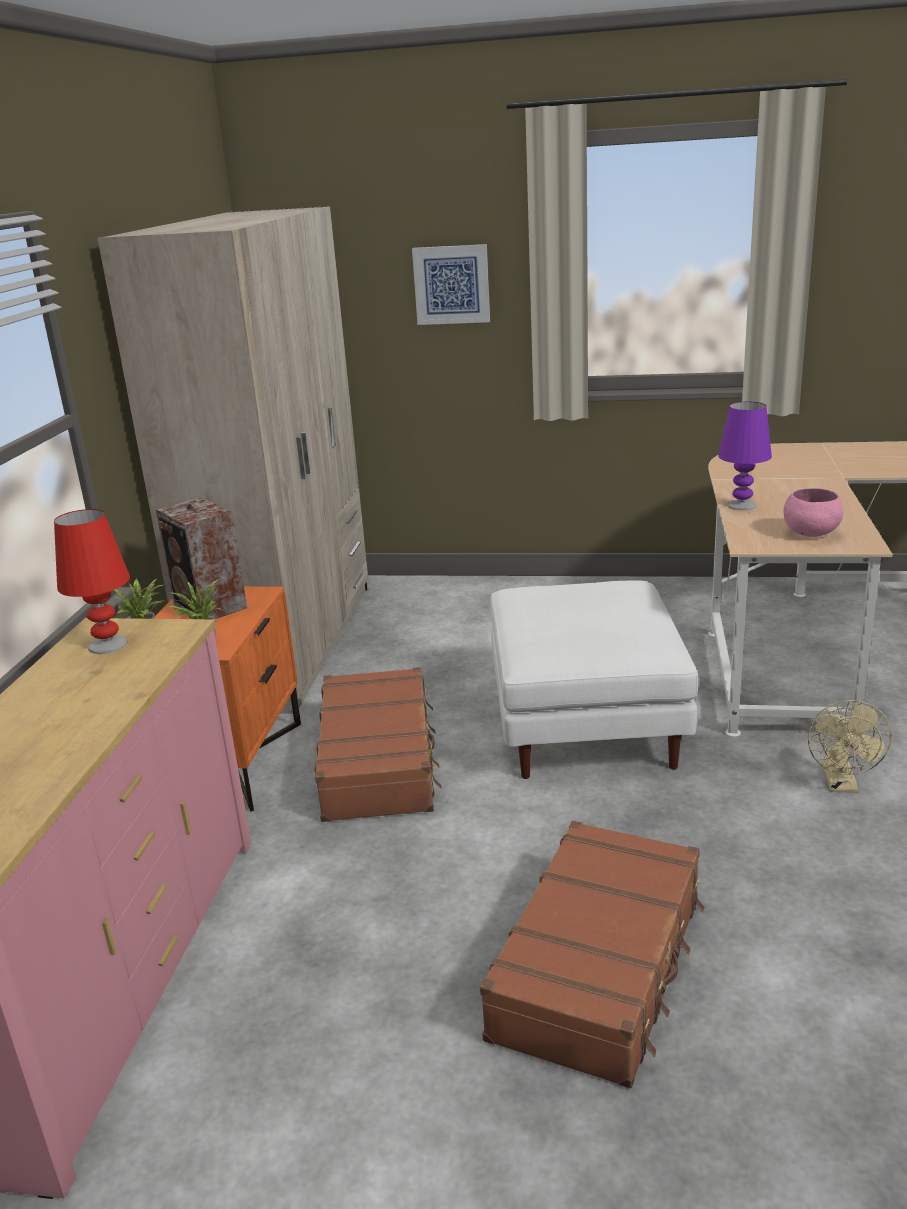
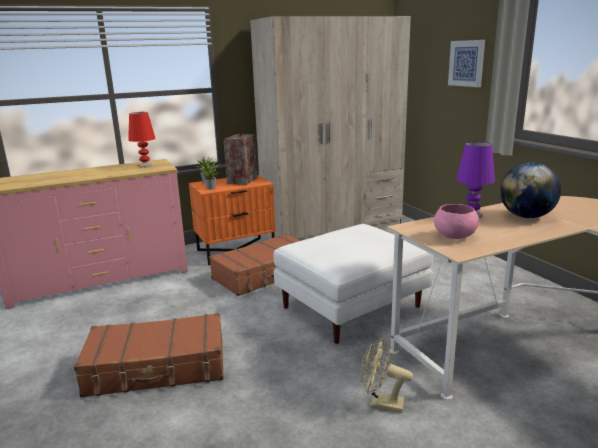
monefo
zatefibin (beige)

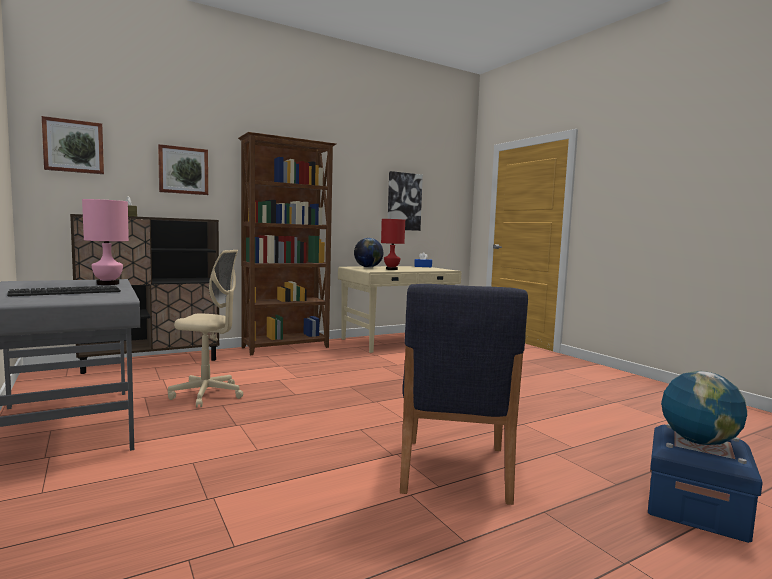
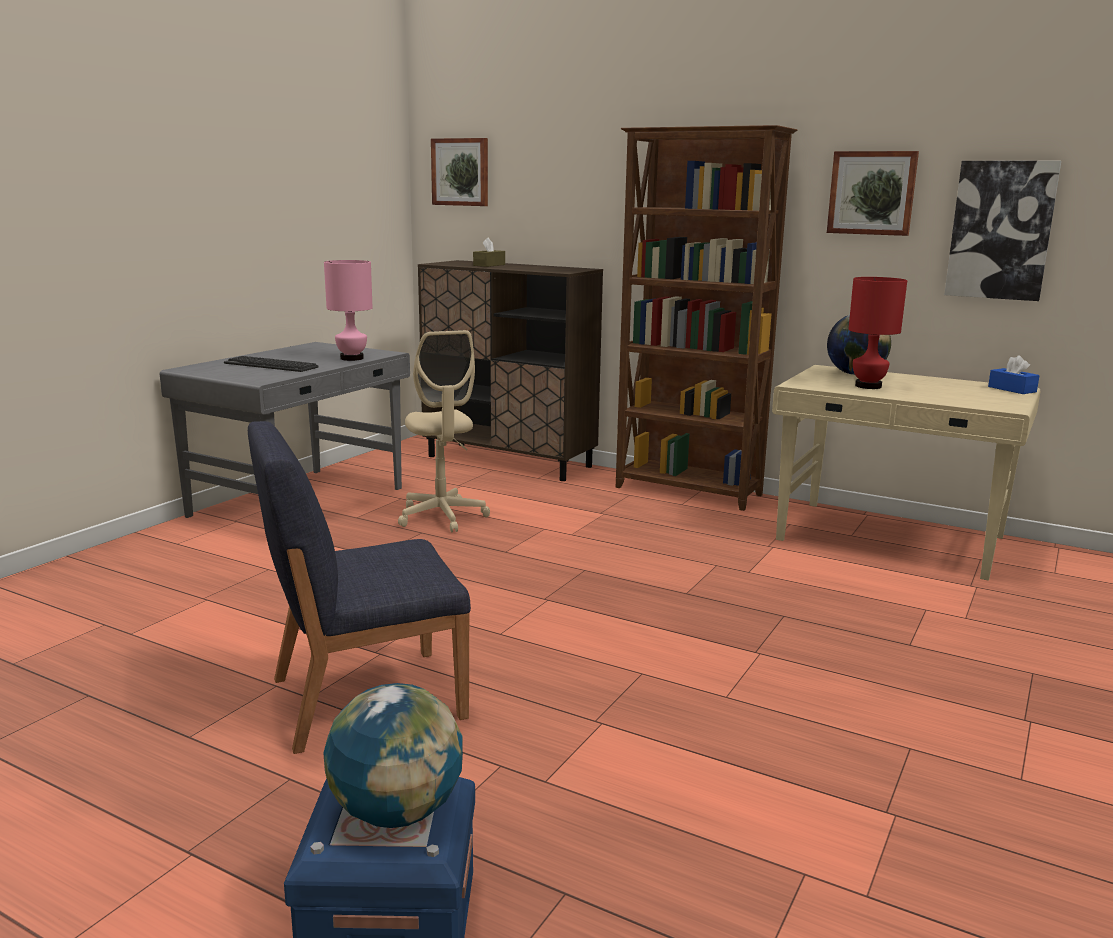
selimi (2nd from left)

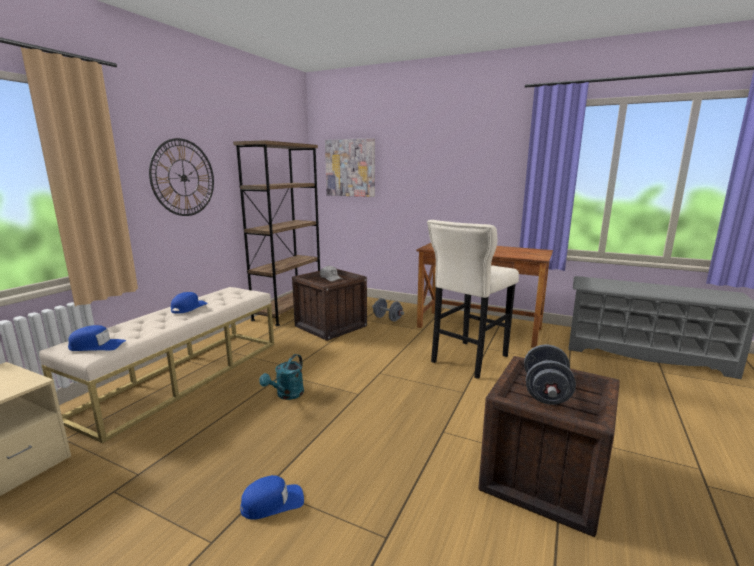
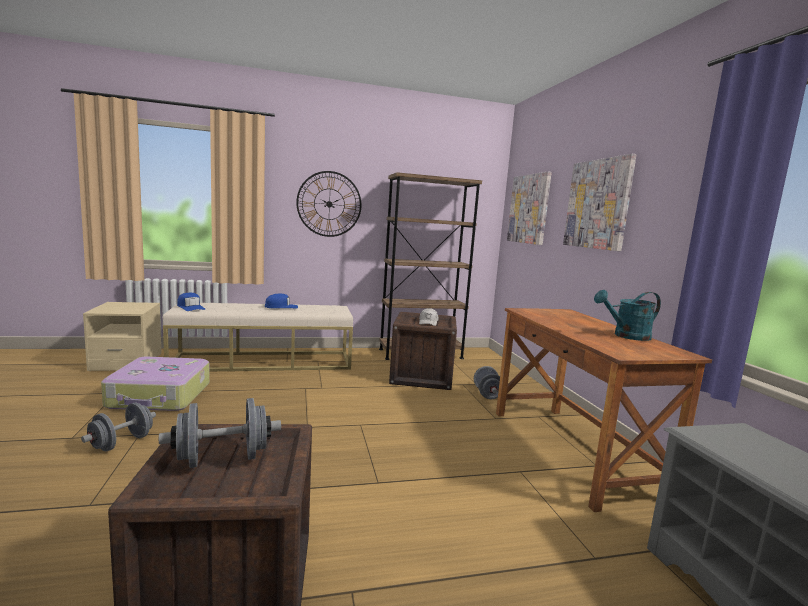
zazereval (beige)
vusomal
selimi (2nd from left)
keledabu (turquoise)
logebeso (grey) (1st from left)

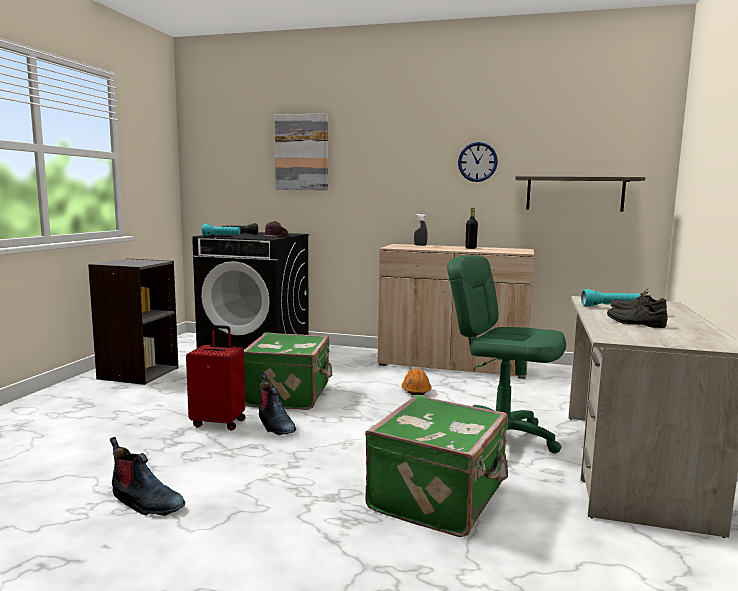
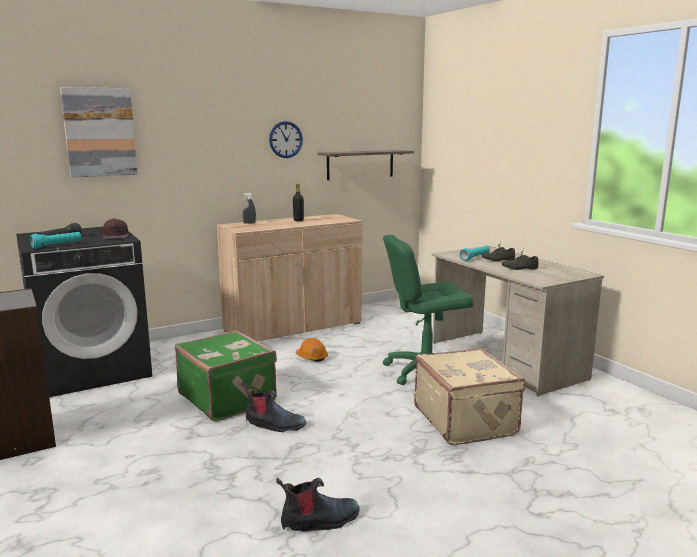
vusomal (red)
vusomal (beige)

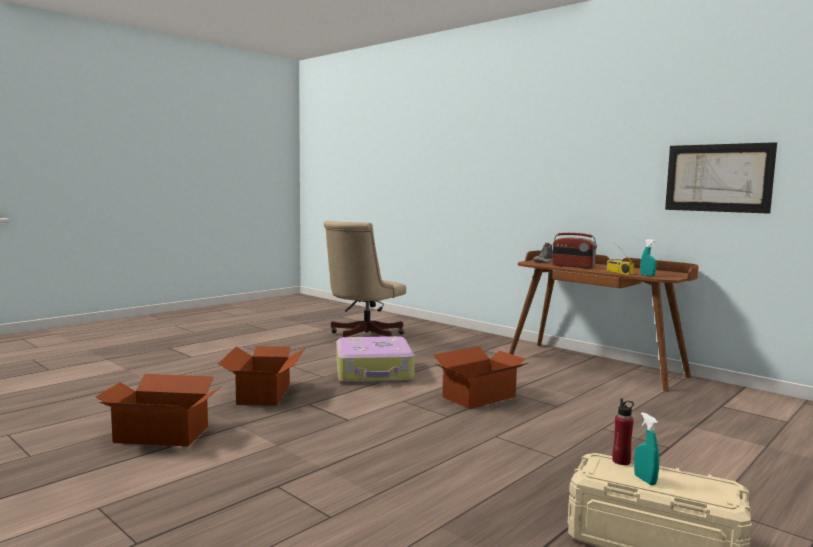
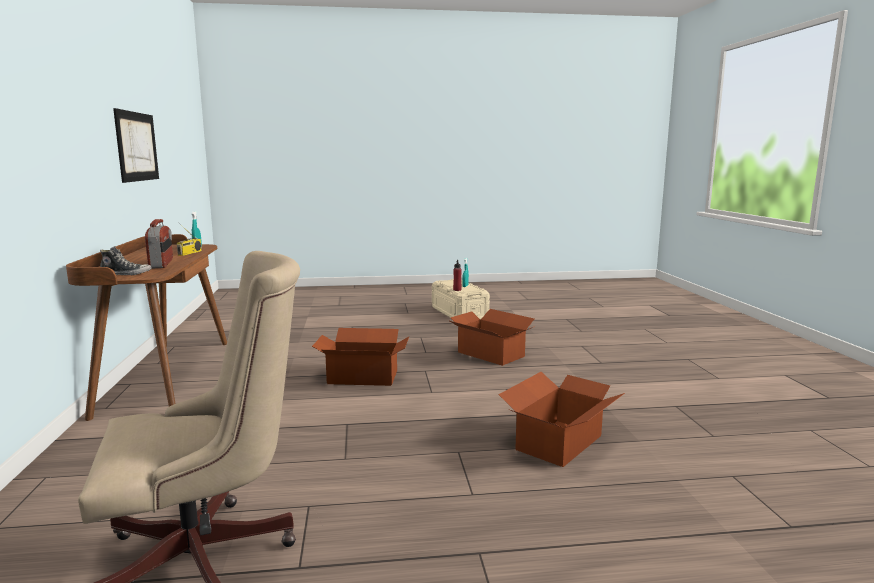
vusomal
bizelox (2nd from left)

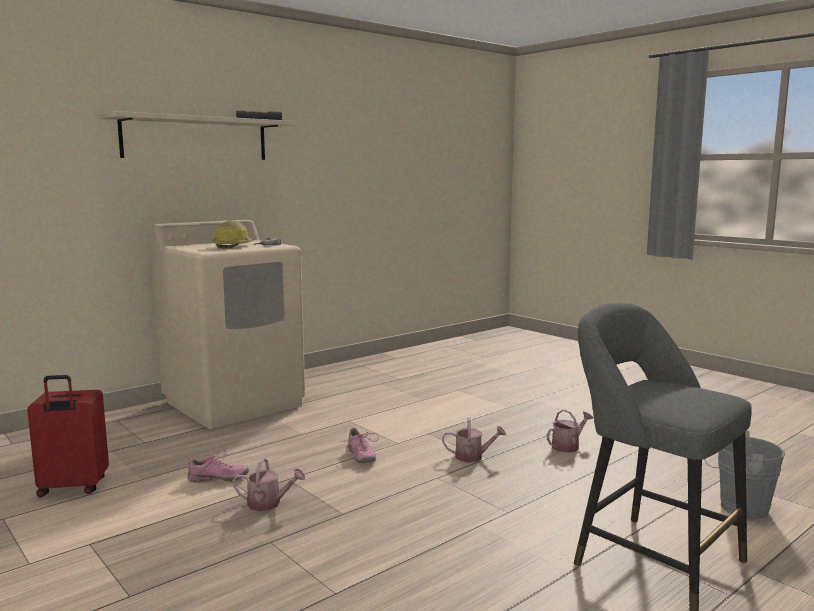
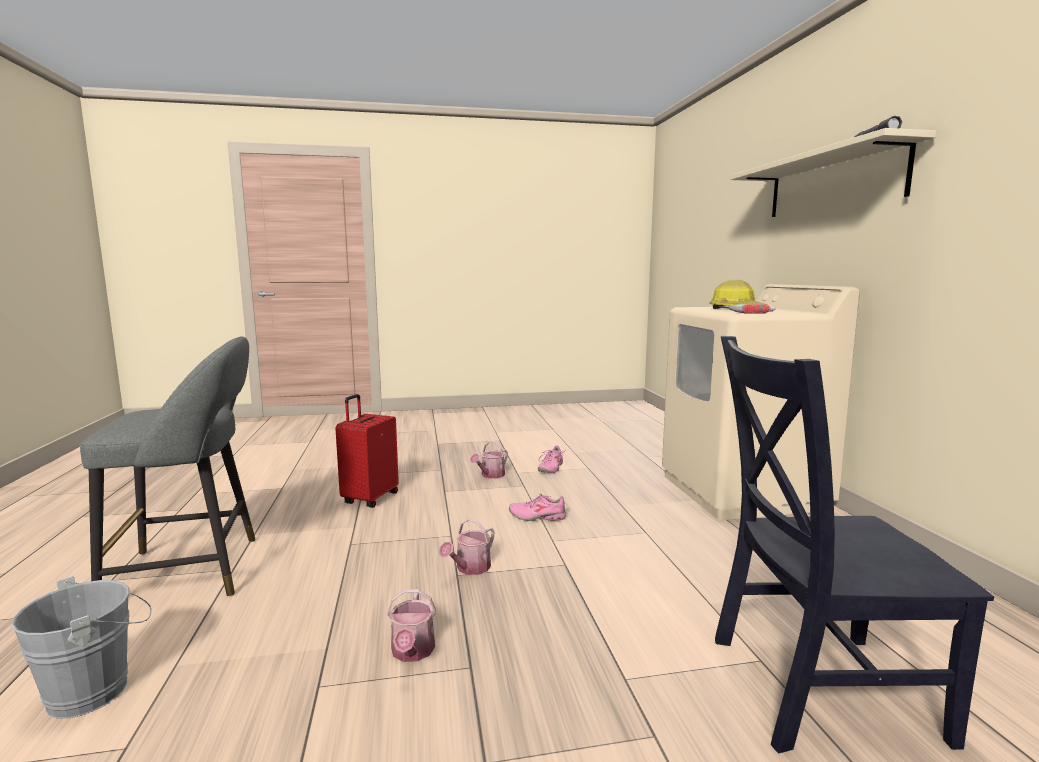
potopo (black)
vusomal (red)

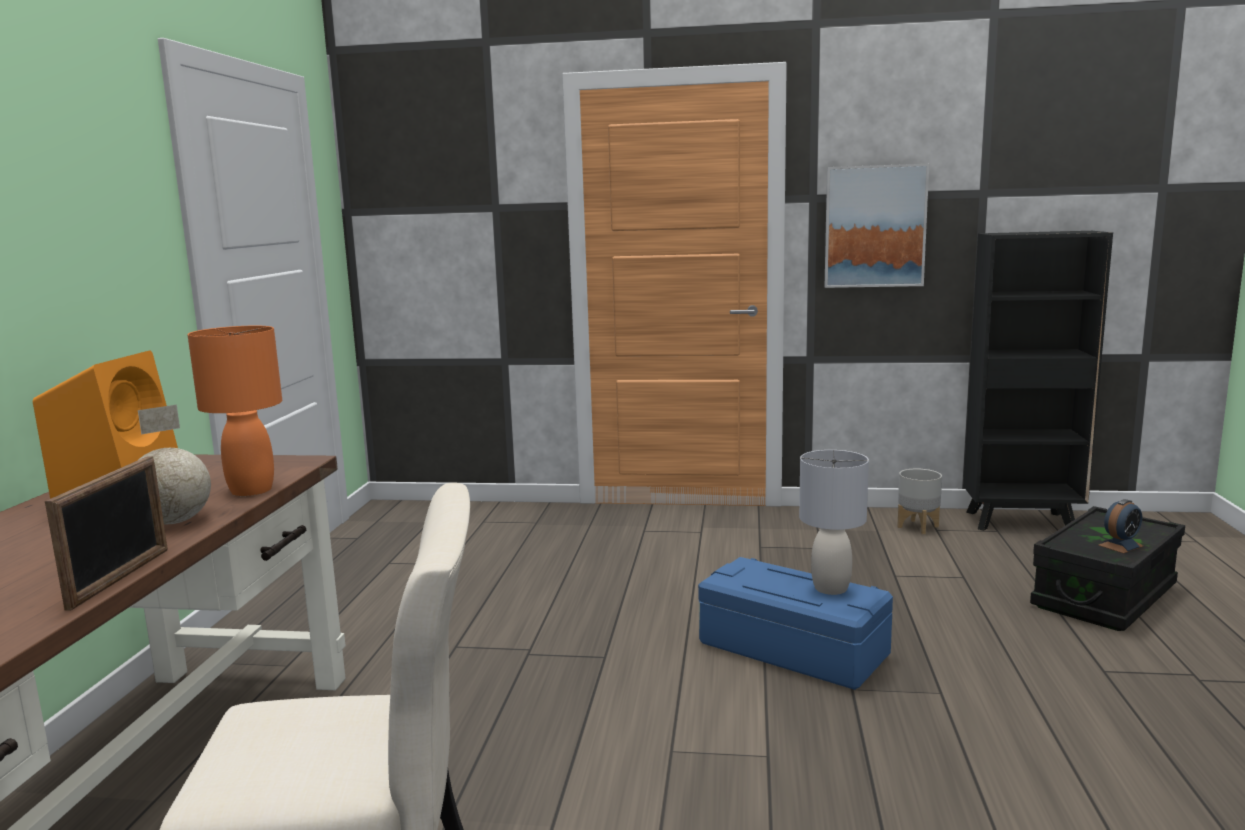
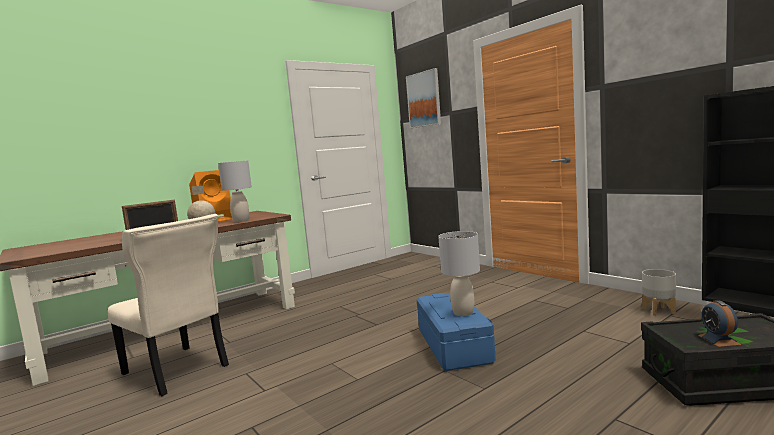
selimi
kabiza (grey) (1st from left)
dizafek

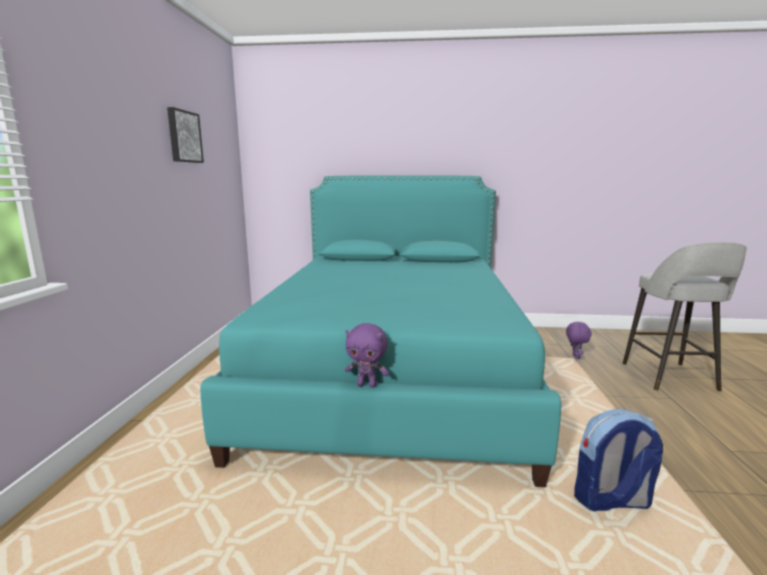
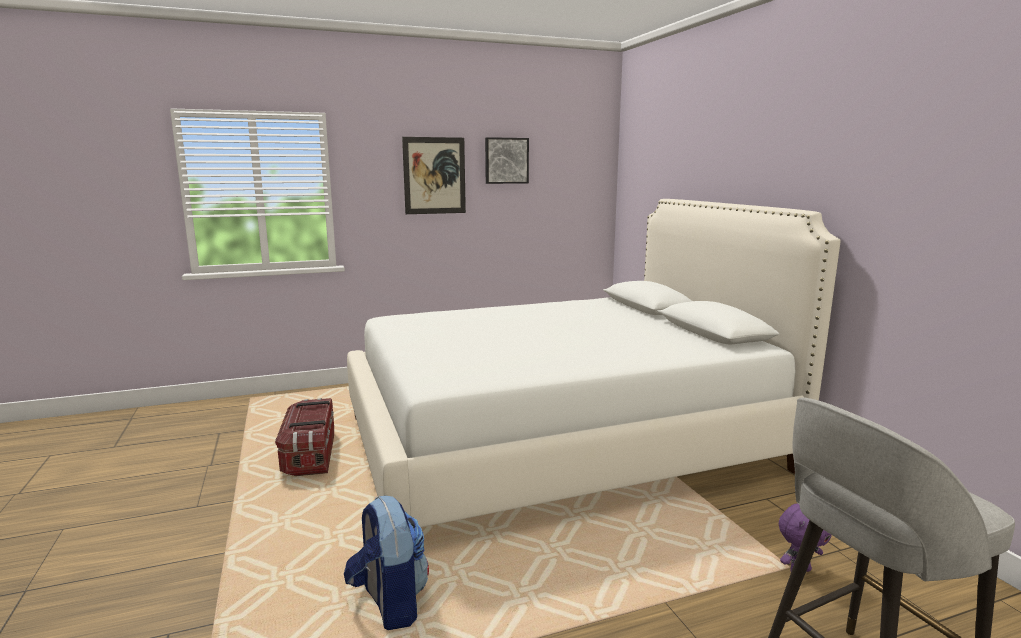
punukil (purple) (1st from left in the first image)
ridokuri
selimi (1st from left)
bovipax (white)

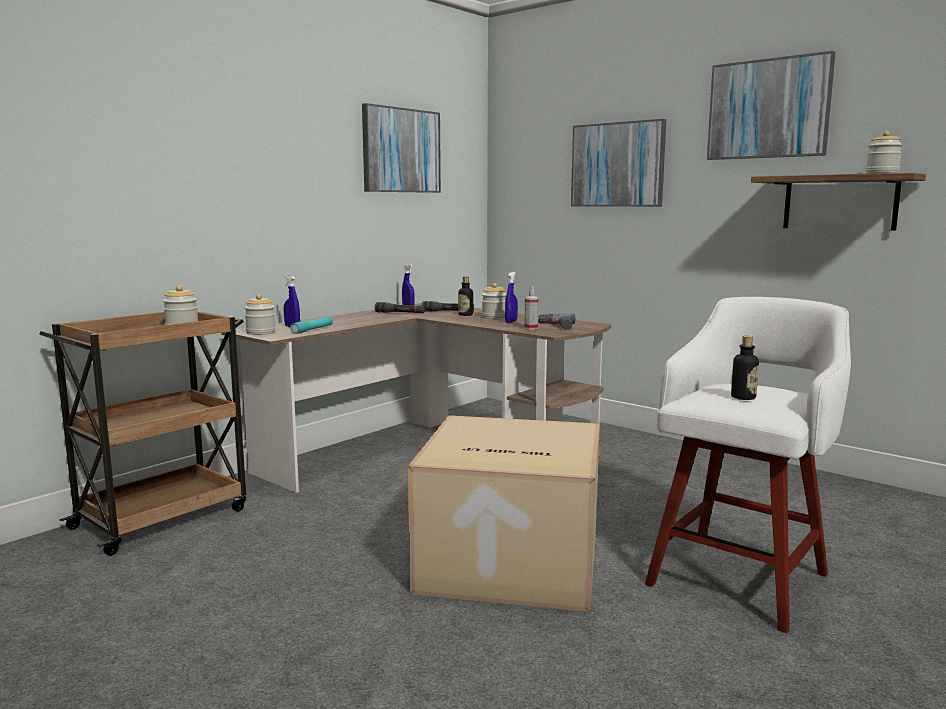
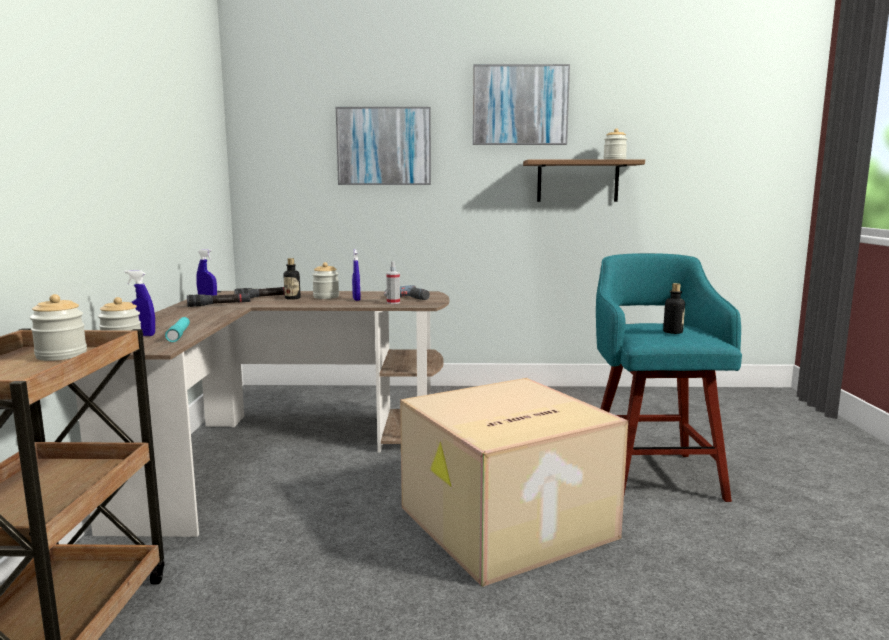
selimi (1st from left in the first image)
zazereval (turquoise)

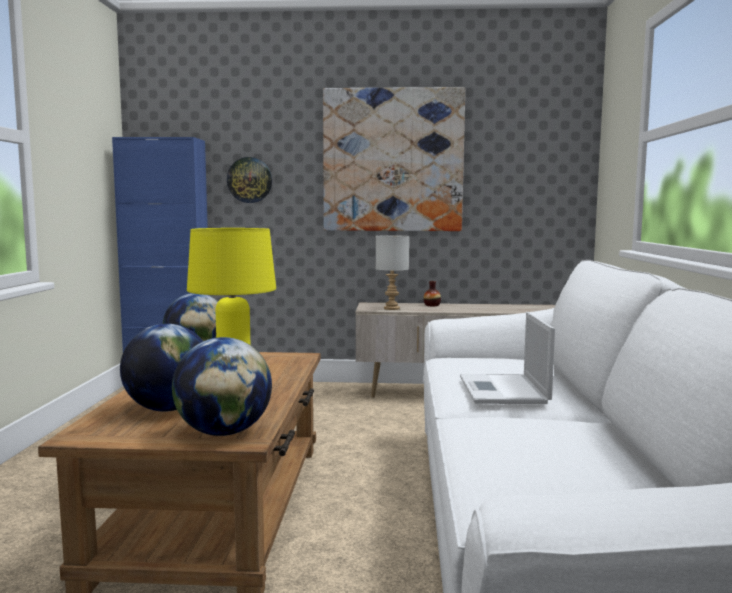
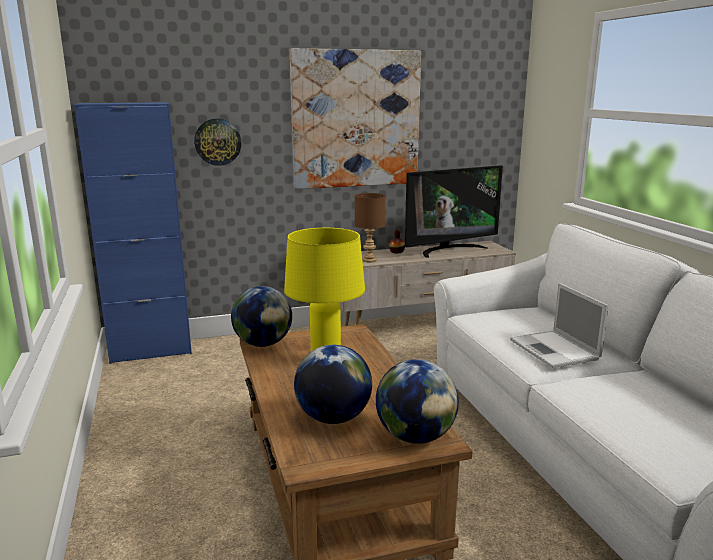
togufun
kabiza (brown)

